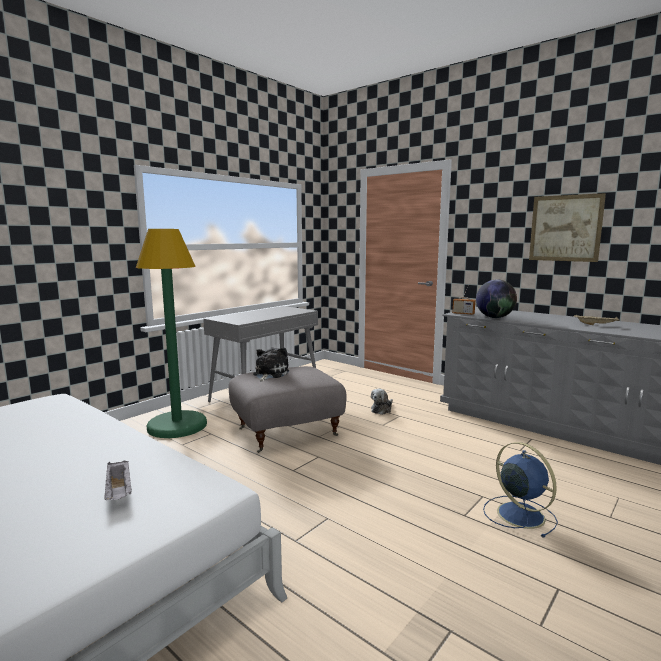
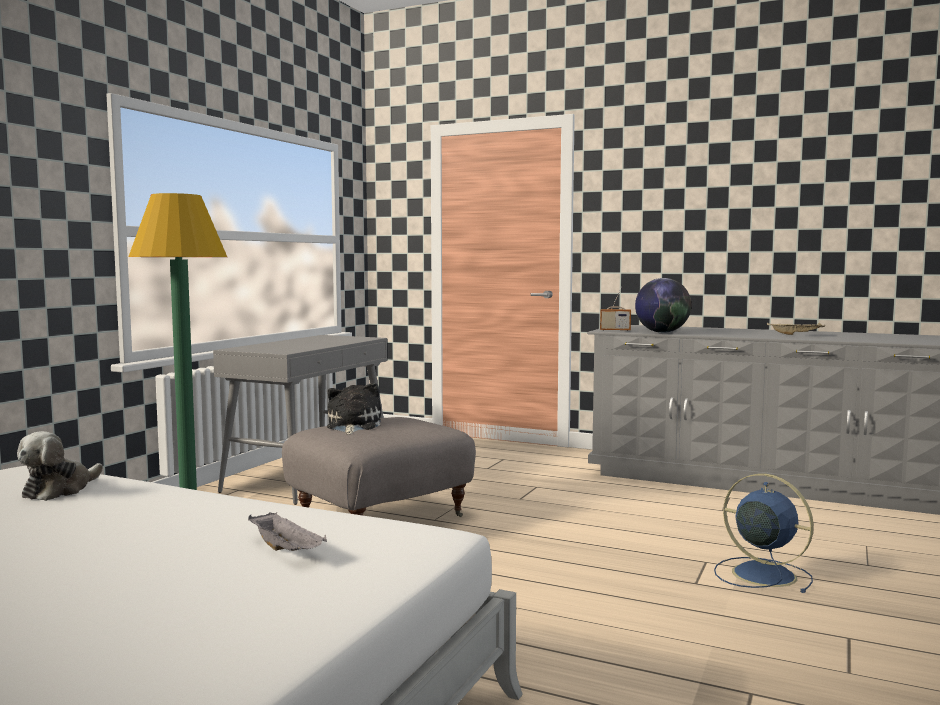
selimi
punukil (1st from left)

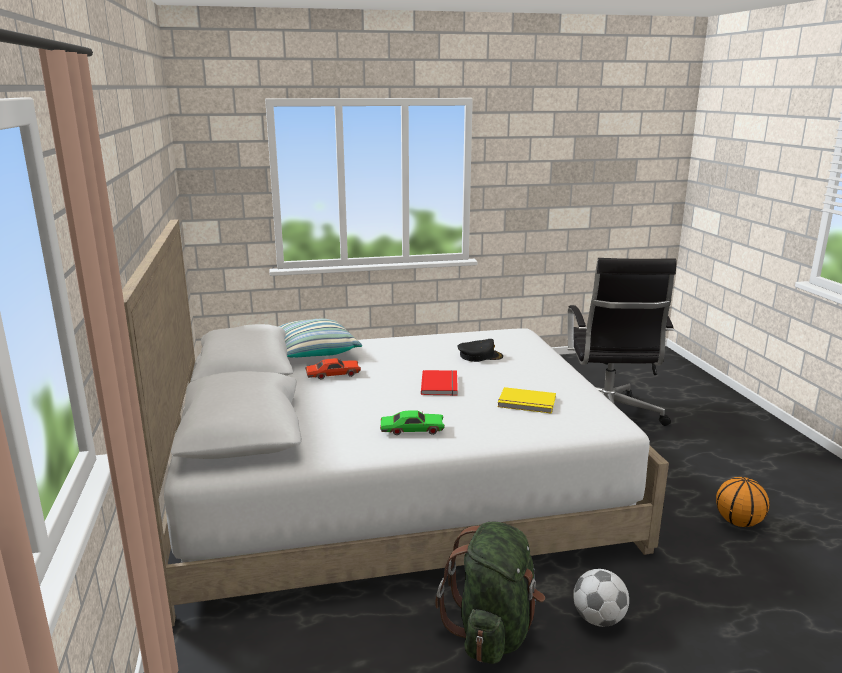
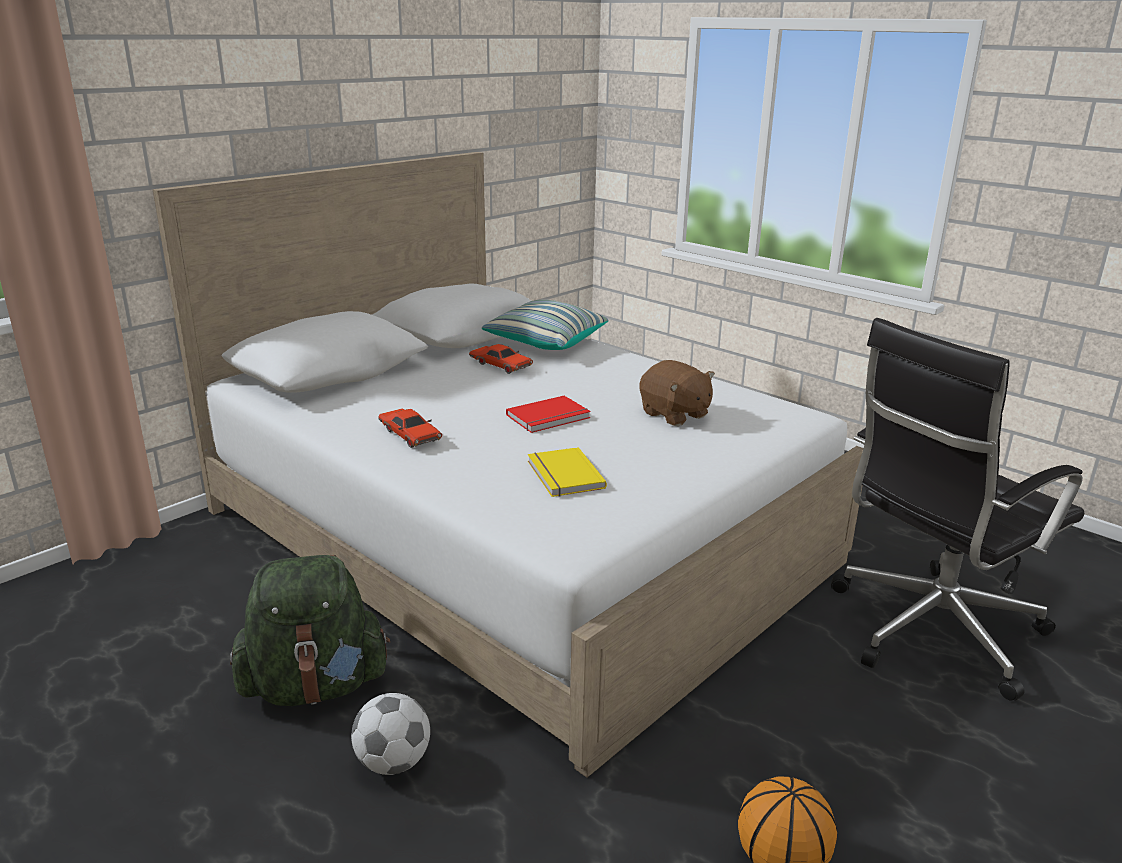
punukil (brown)
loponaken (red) (1st from left)

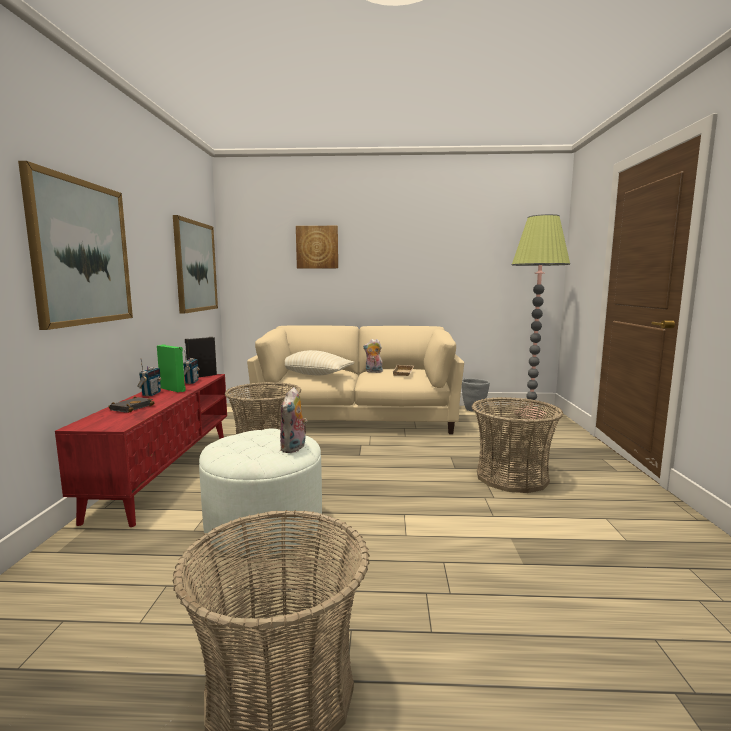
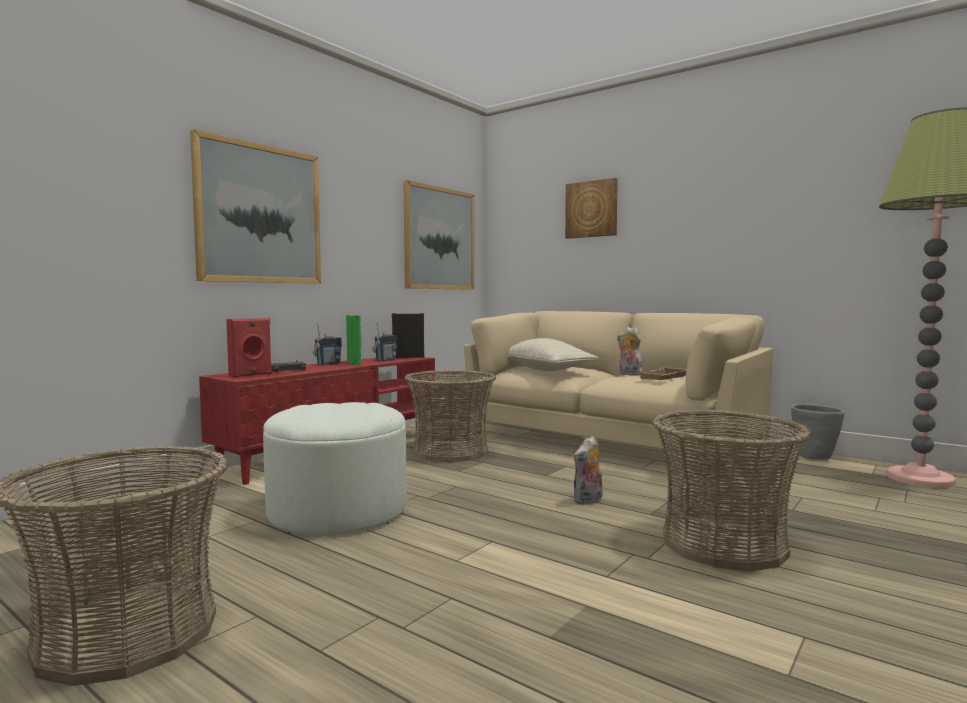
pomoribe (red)
punukil (1st from left)

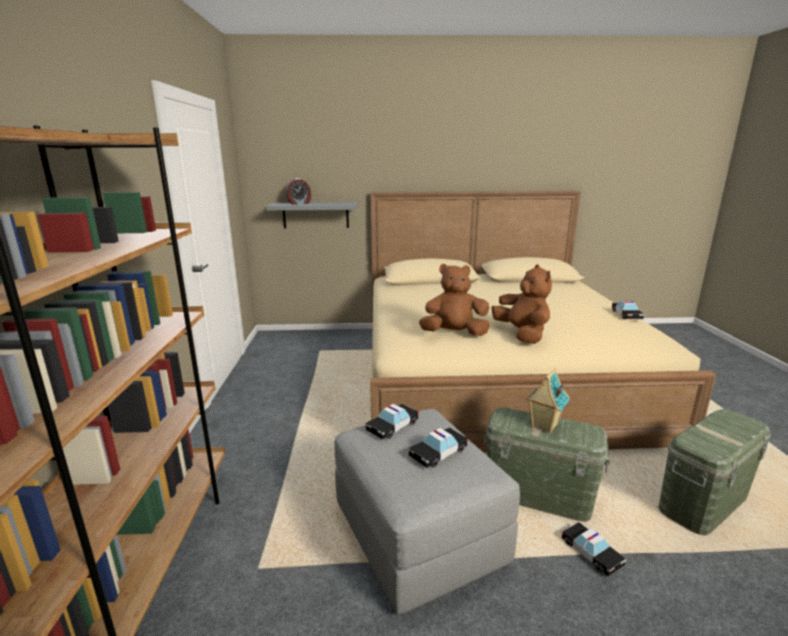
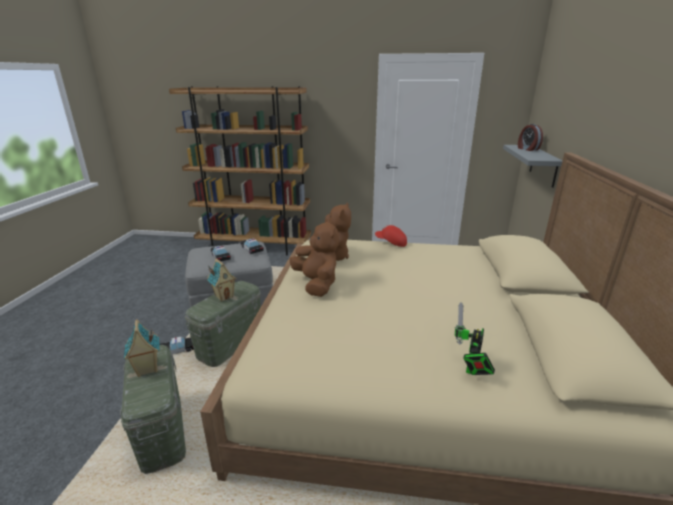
loponaken (4th from left in the first image)
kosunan (1st from left)
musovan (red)
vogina
punukil (brown) (1st from left)

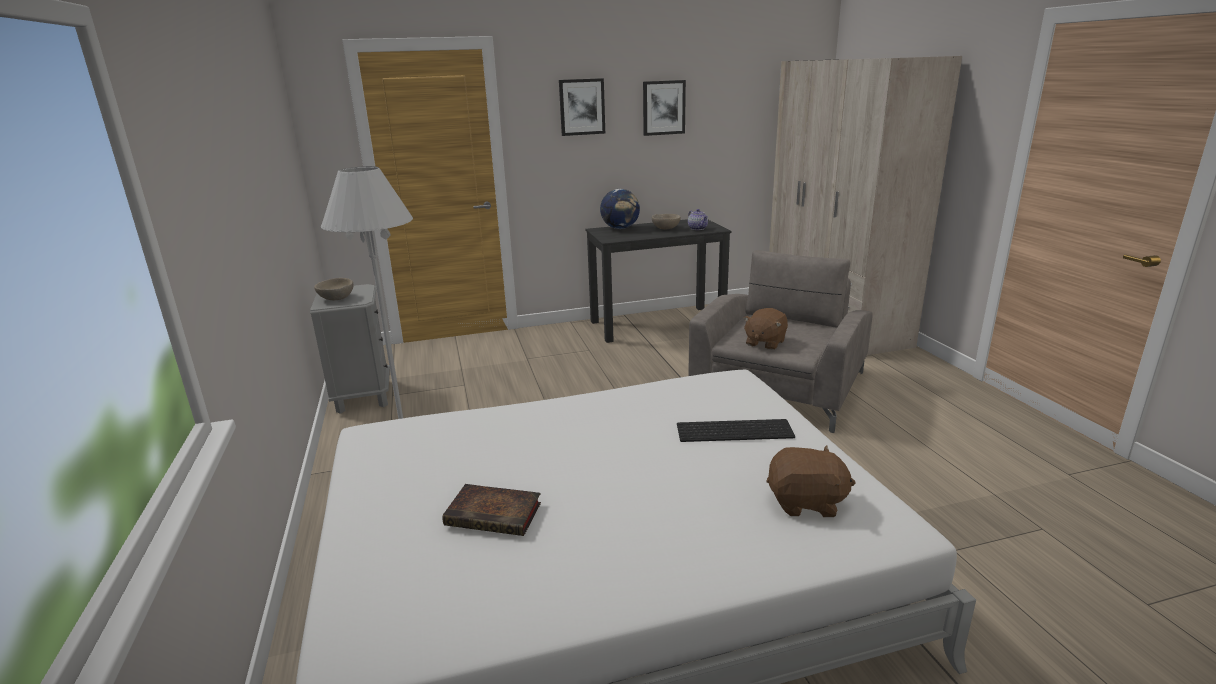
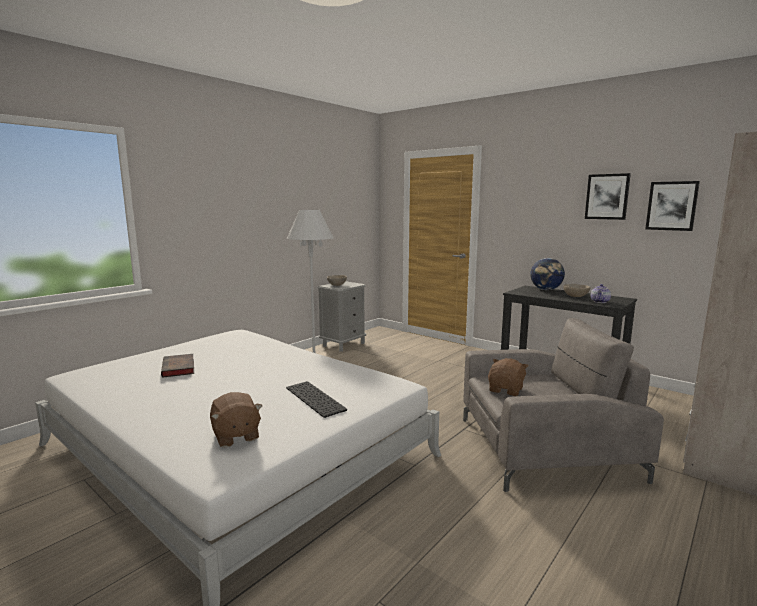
selimi (2nd from left)
punukil (brown) (2nd from left)

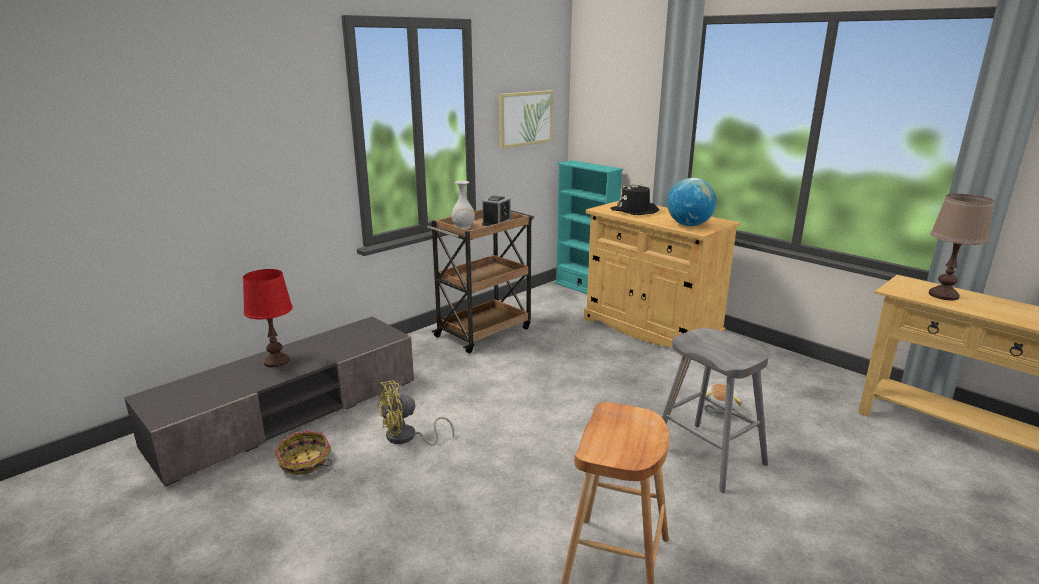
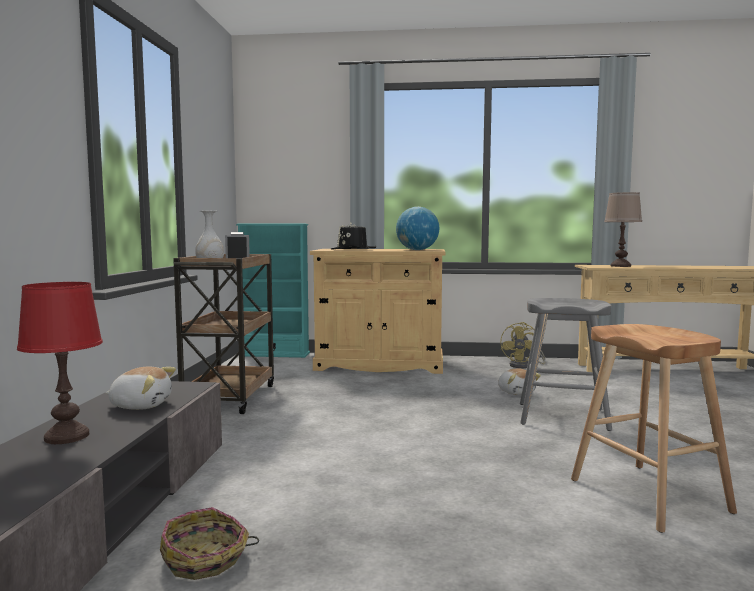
selimi
punukil (1st from left)
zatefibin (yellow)

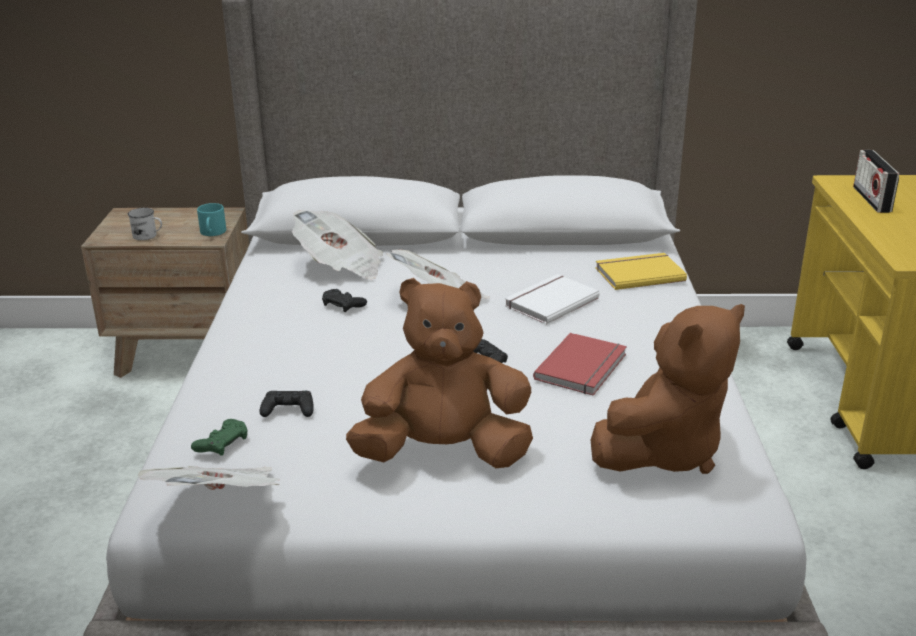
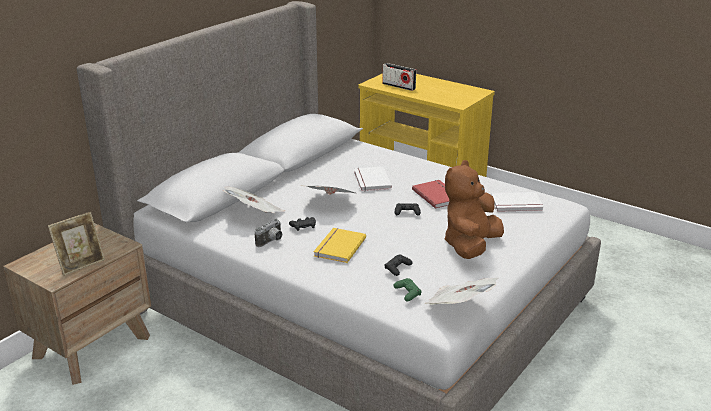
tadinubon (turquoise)
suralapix
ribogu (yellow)
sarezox
ribogu (white) (2nd from left)

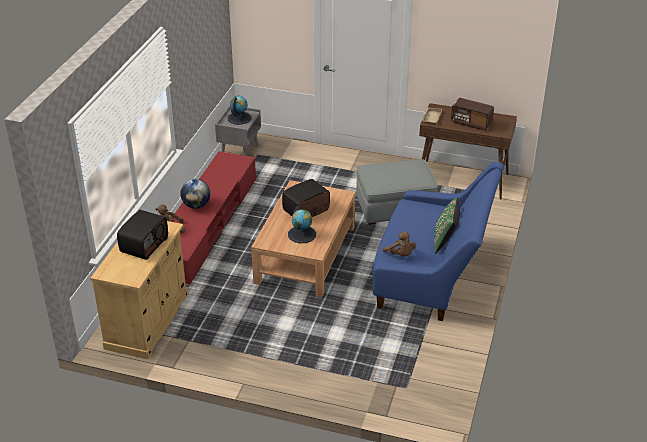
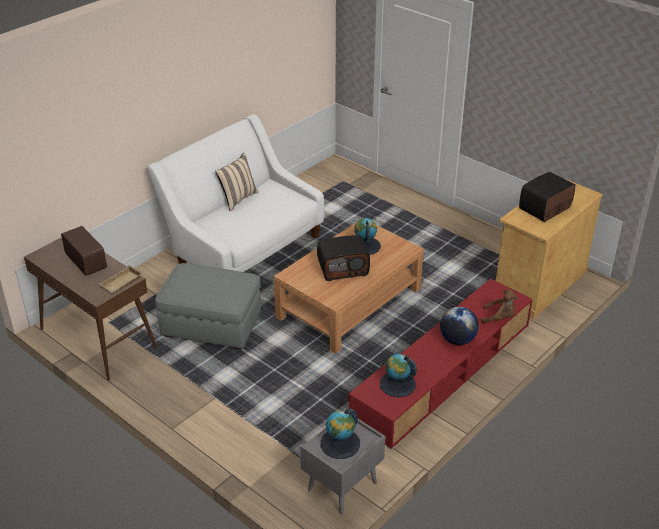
punukil (brown) (2nd from left in the first image)
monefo (3rd from left)
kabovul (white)
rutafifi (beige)

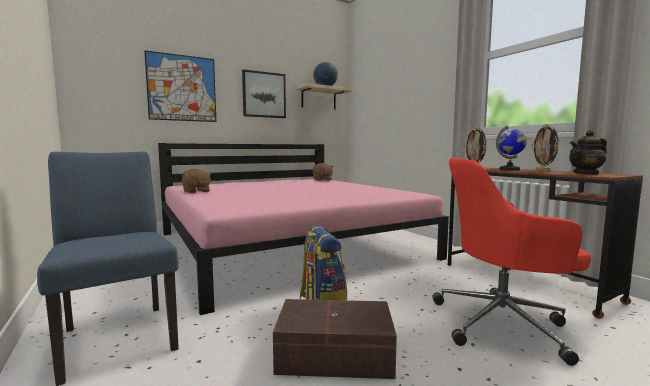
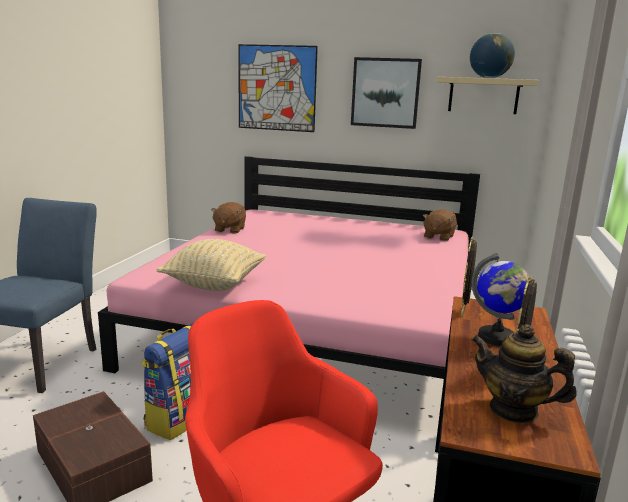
rutafifi (beige)

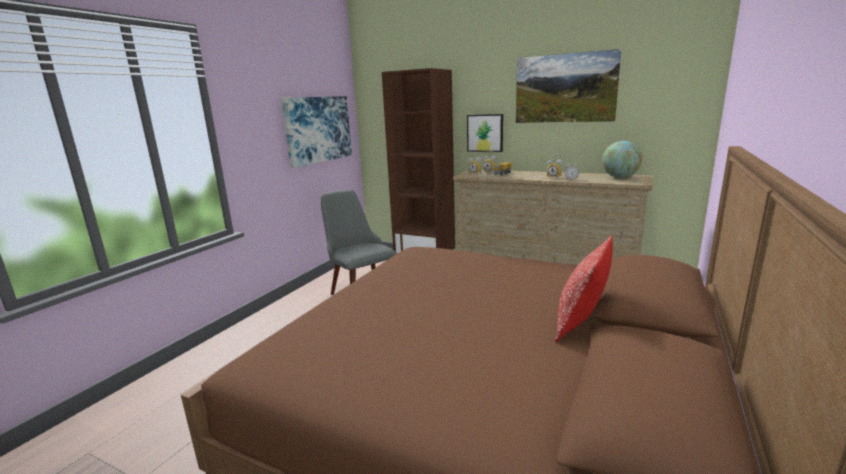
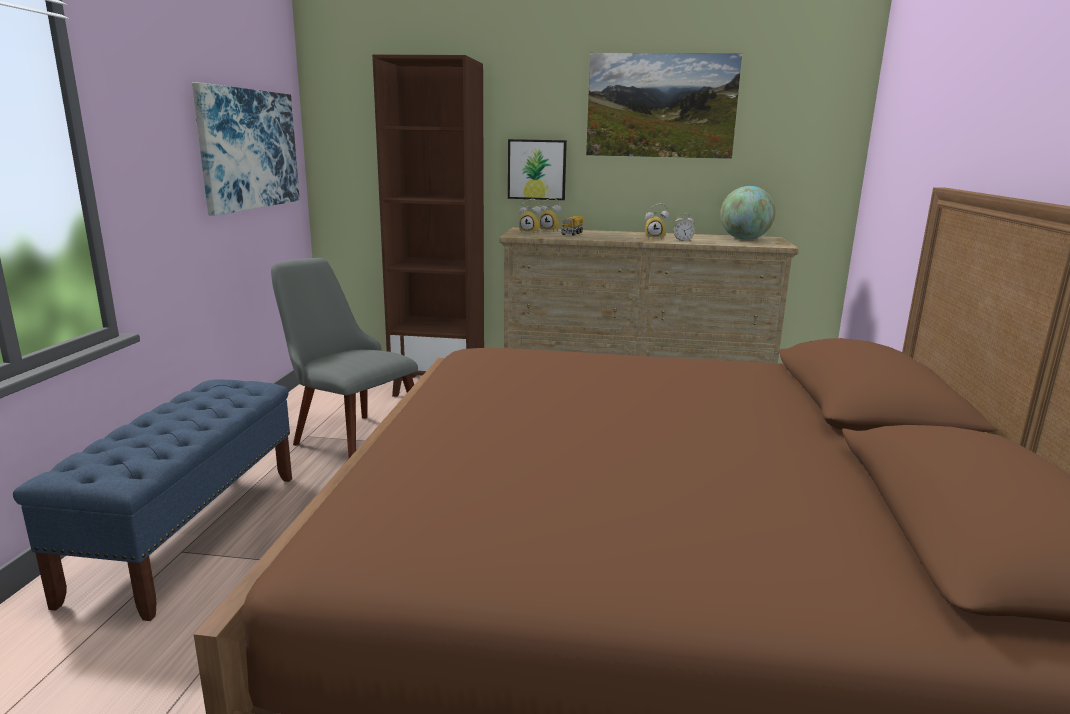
rutafifi
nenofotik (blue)

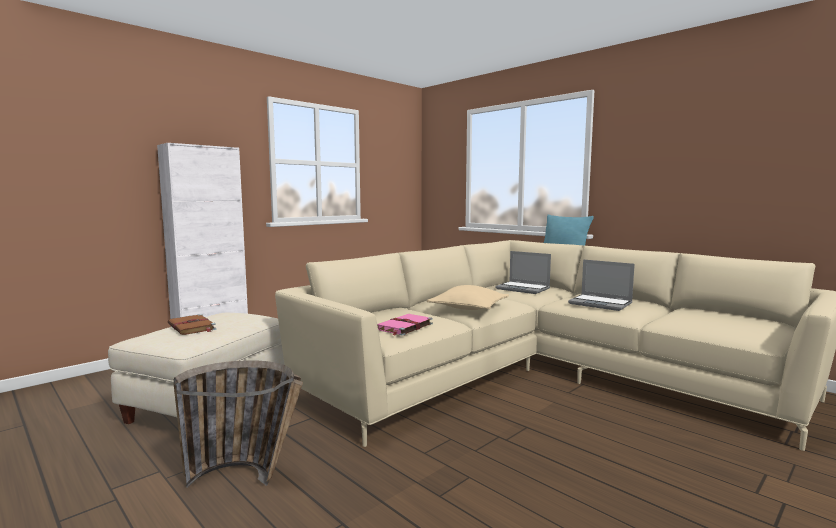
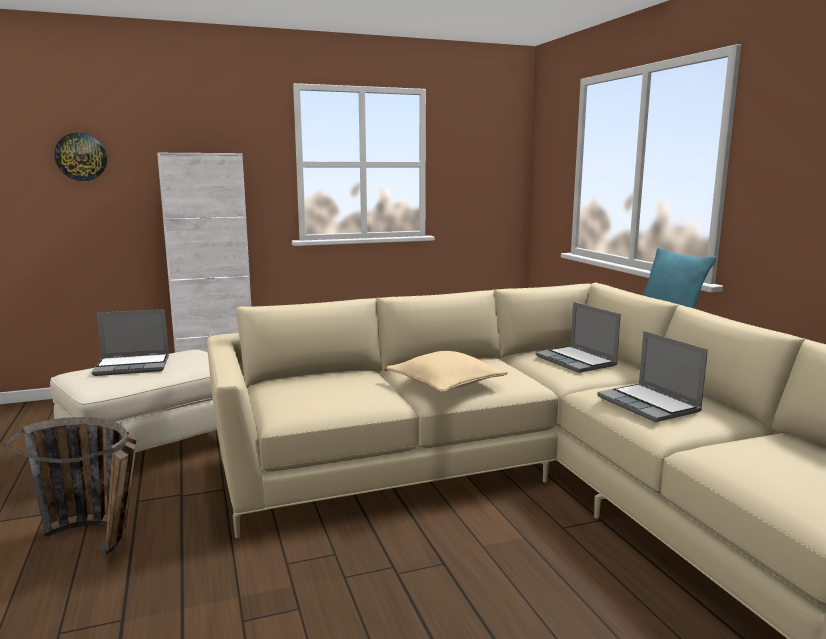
ribogu (pink)
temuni
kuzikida (1st from left)

